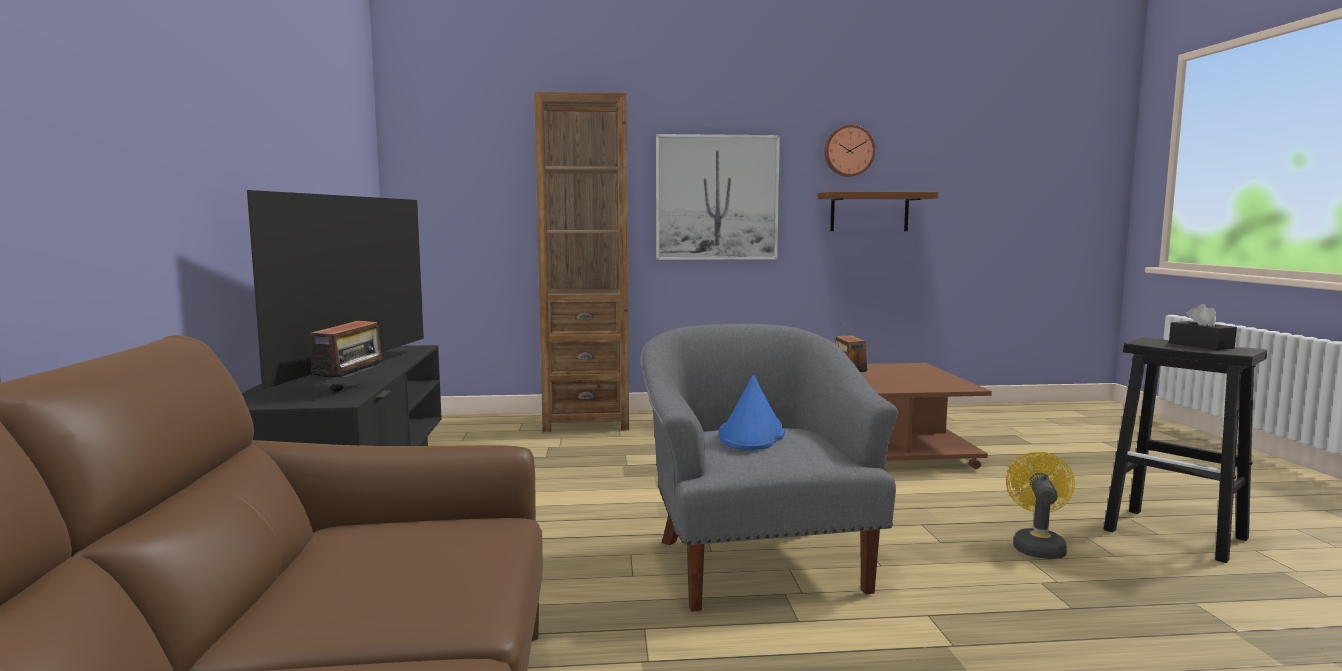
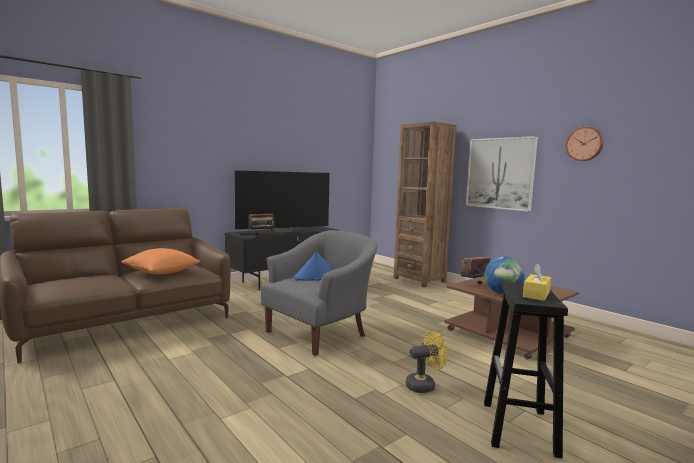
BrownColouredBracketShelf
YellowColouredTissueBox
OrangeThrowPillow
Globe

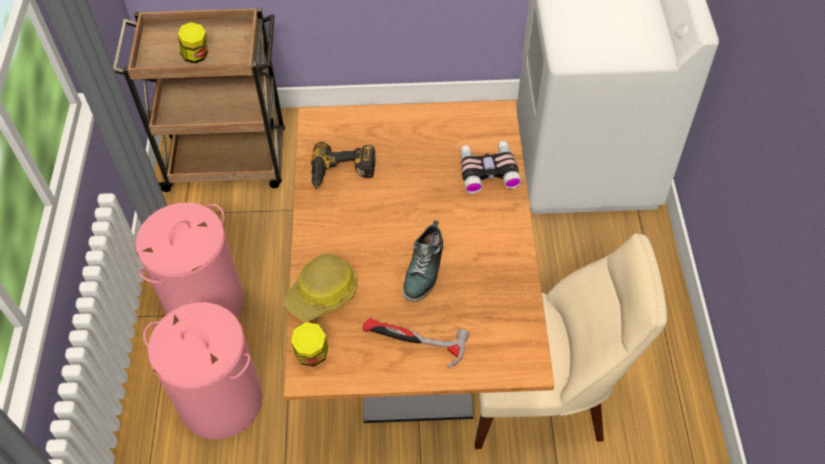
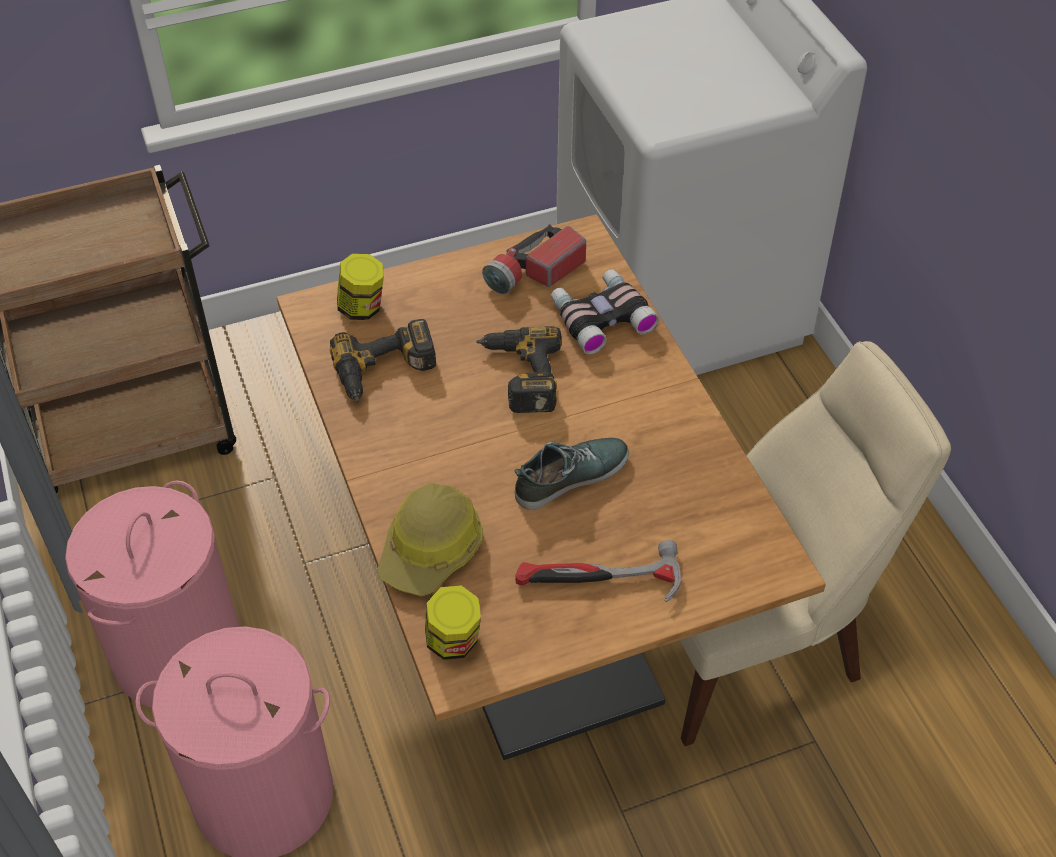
StorageJar (no. 1 from left)
LowShoe
PowerDrill (no. 2 from left)
Torch

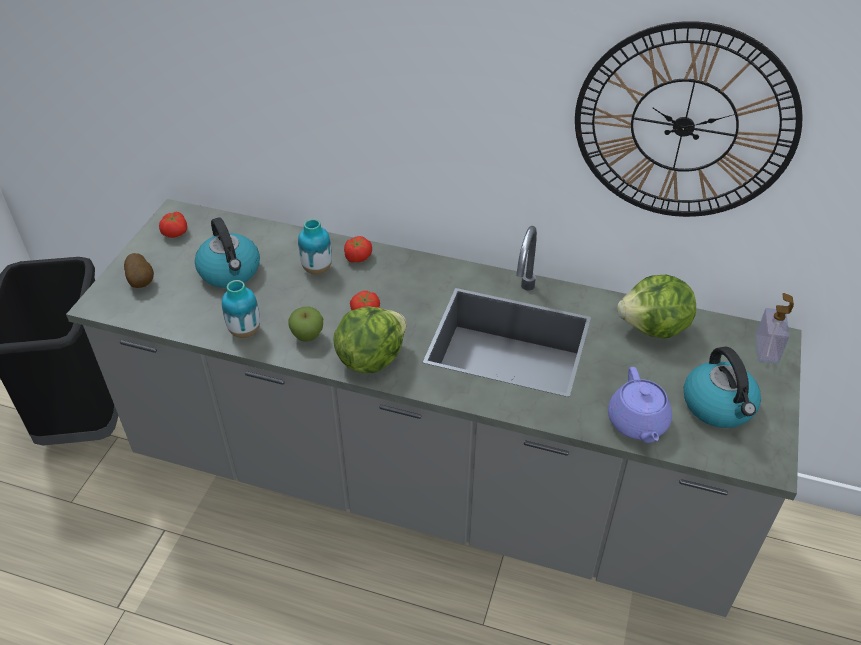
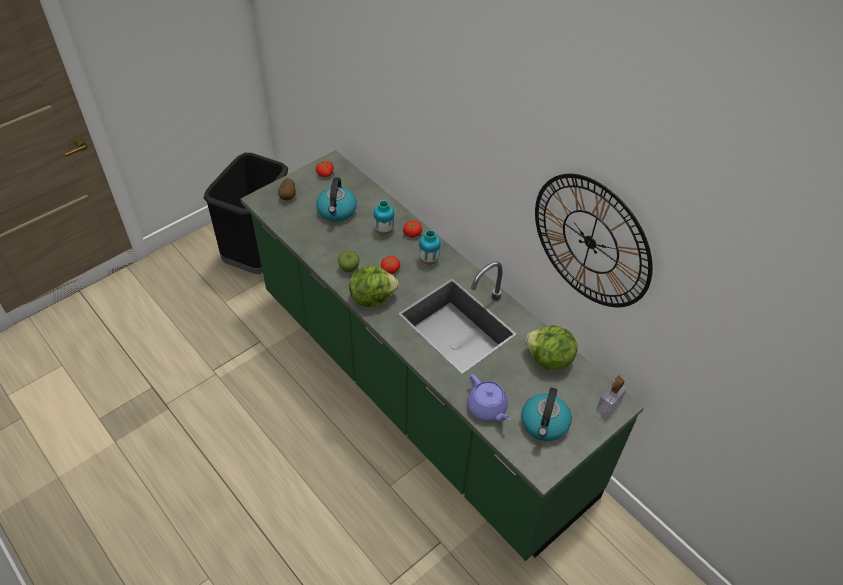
GreenColouredKitchenCounter
FlowerVase (no. 2 from left)
PurpleColouredTeapot

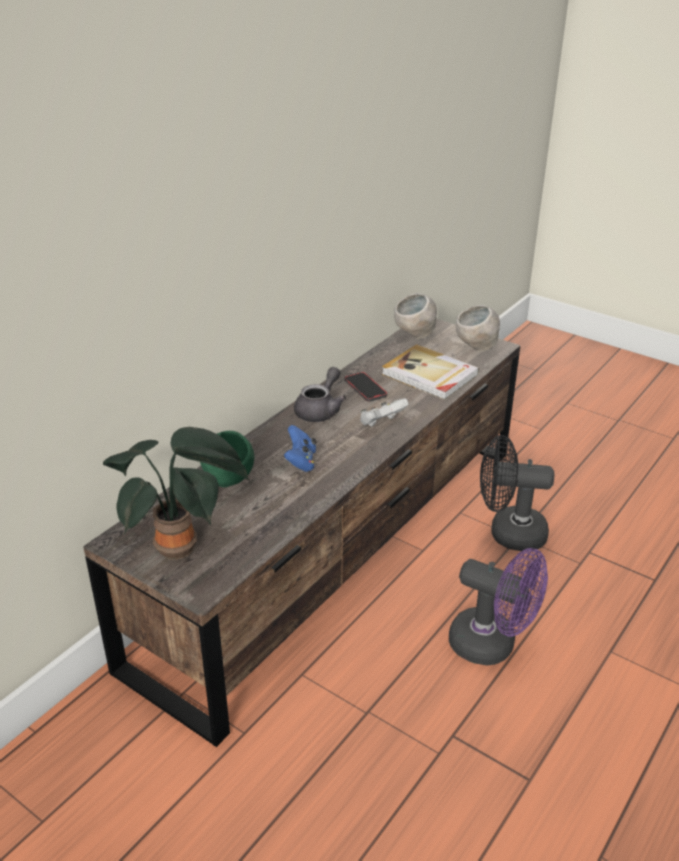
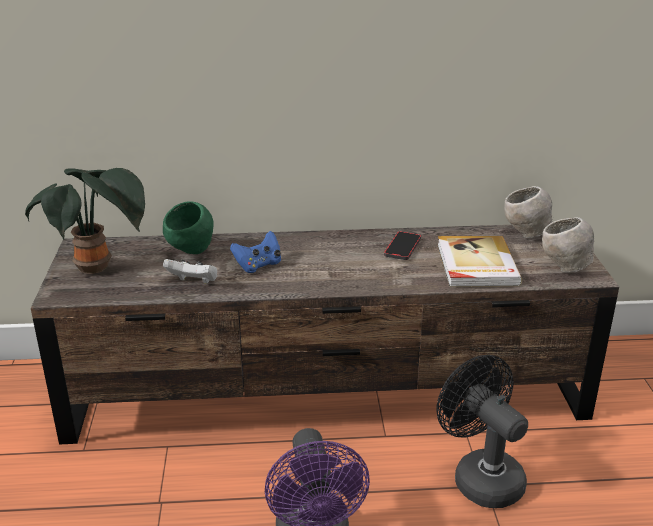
GrayTeapot
WhitishGamepad

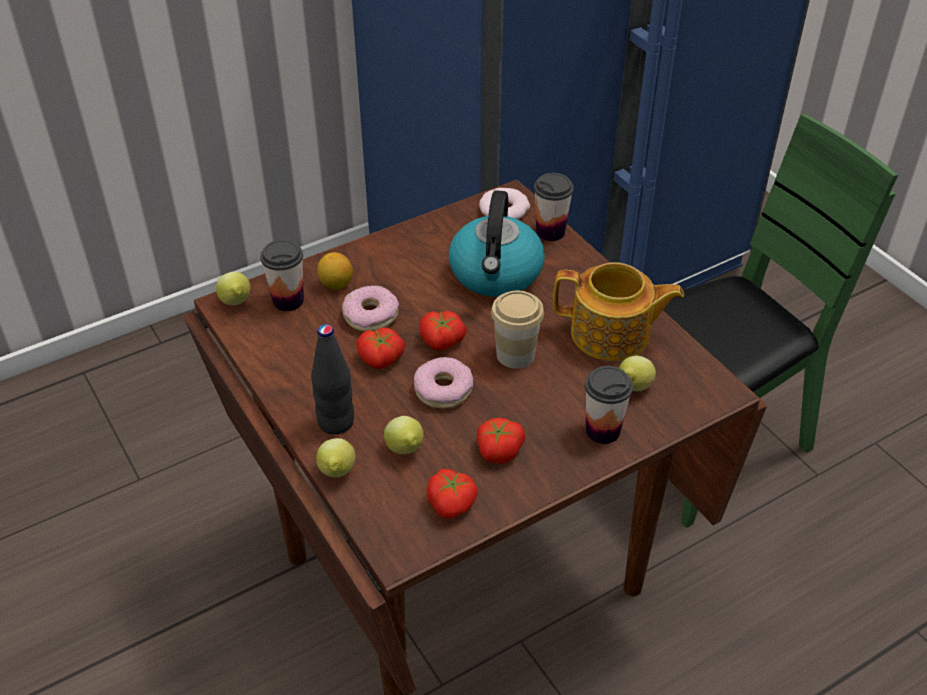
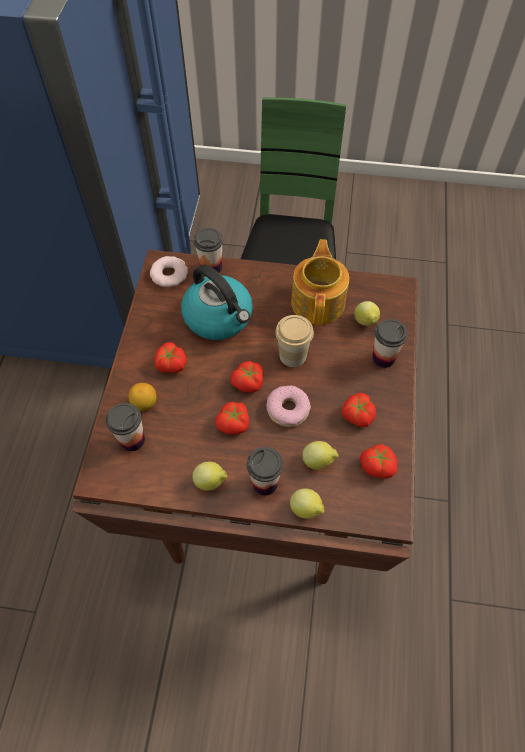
WholeLemon (no. 2 from left)
DrinkingCup (no. 3 from left)
Donut (no. 1 from left in the first image)
Teapot
WholeTomato (no. 1 from left)

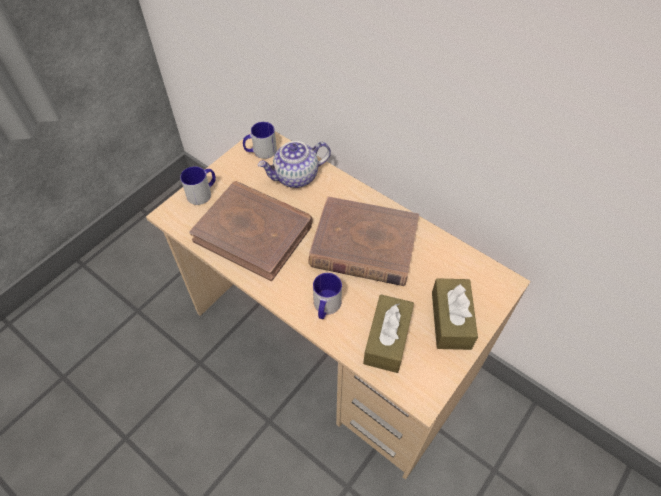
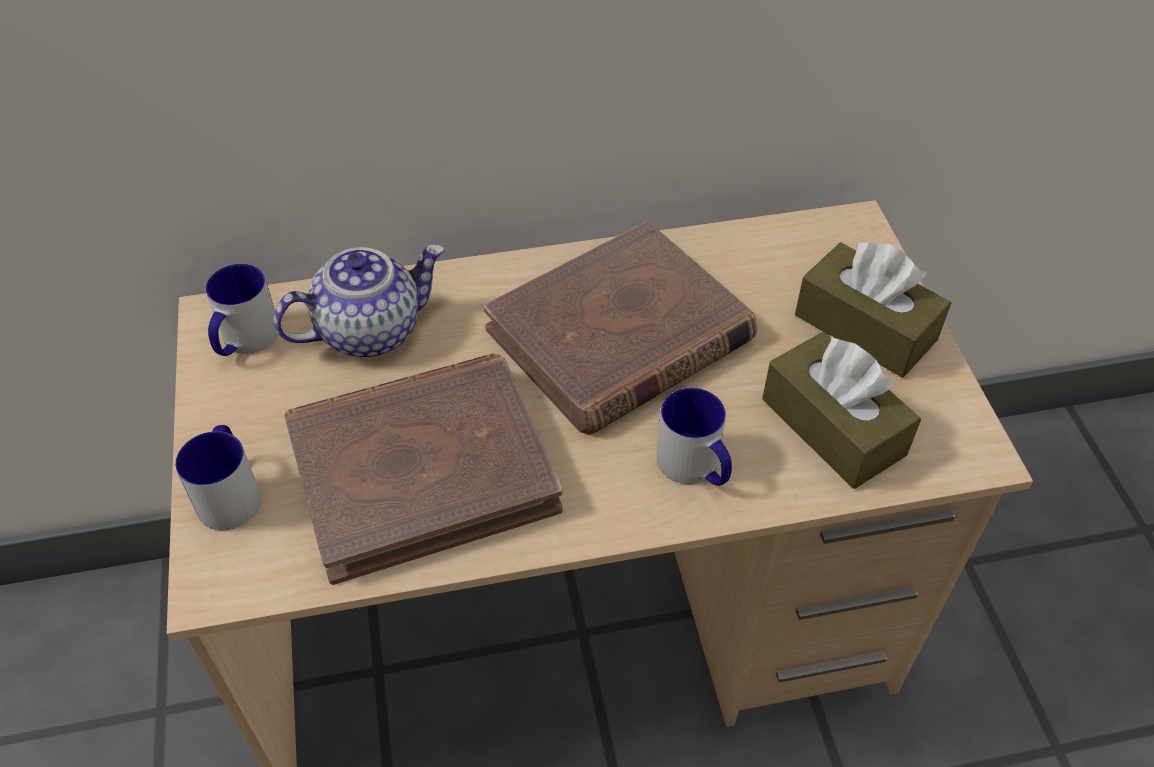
Teapot

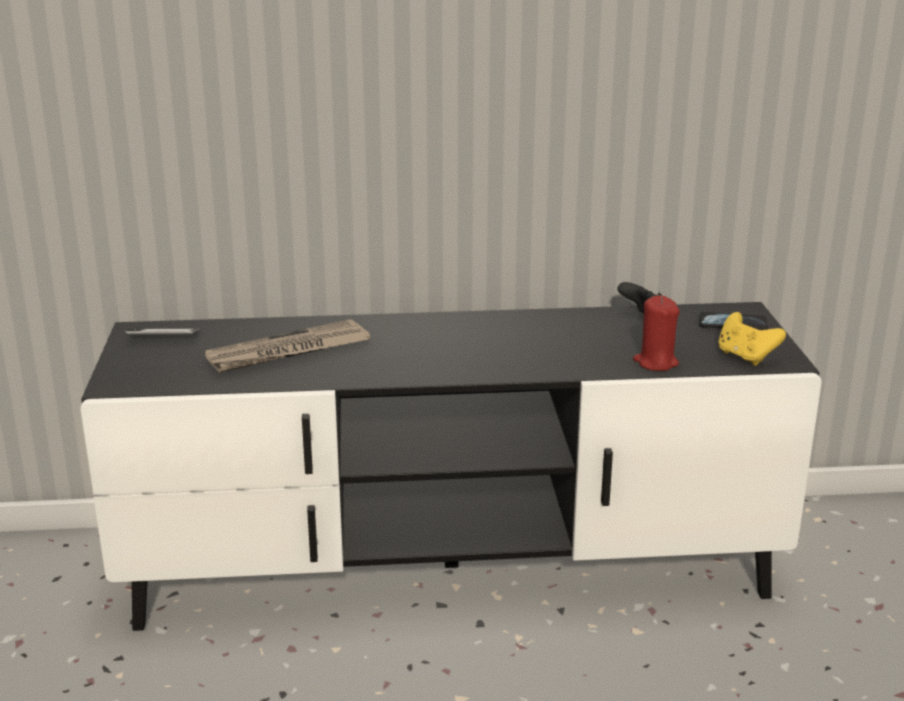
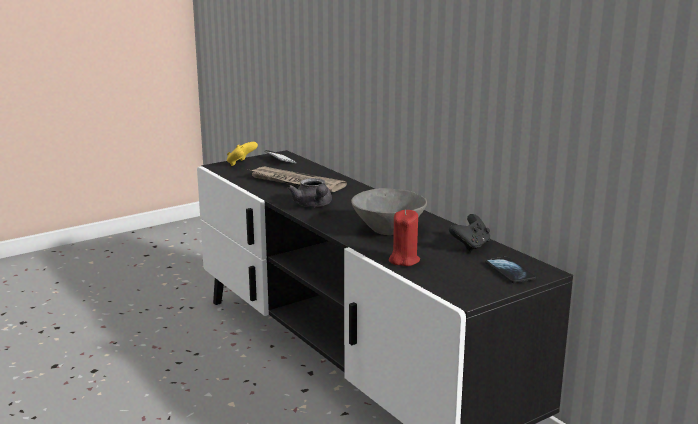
YellowColouredGamepad
GrayTeapot
GrayBowl

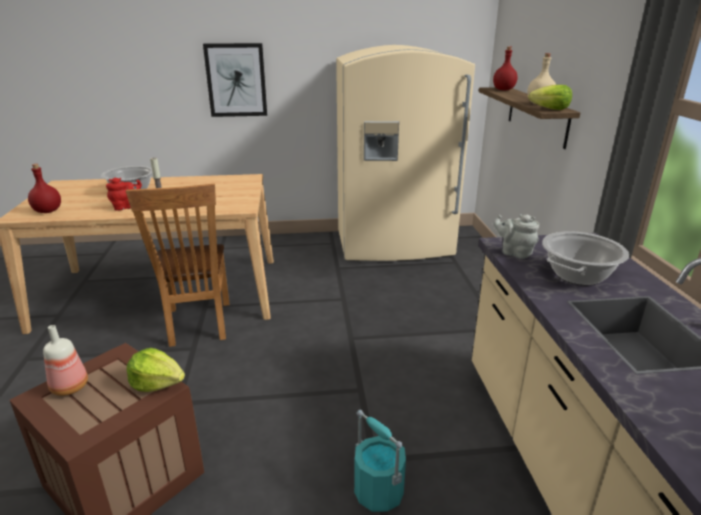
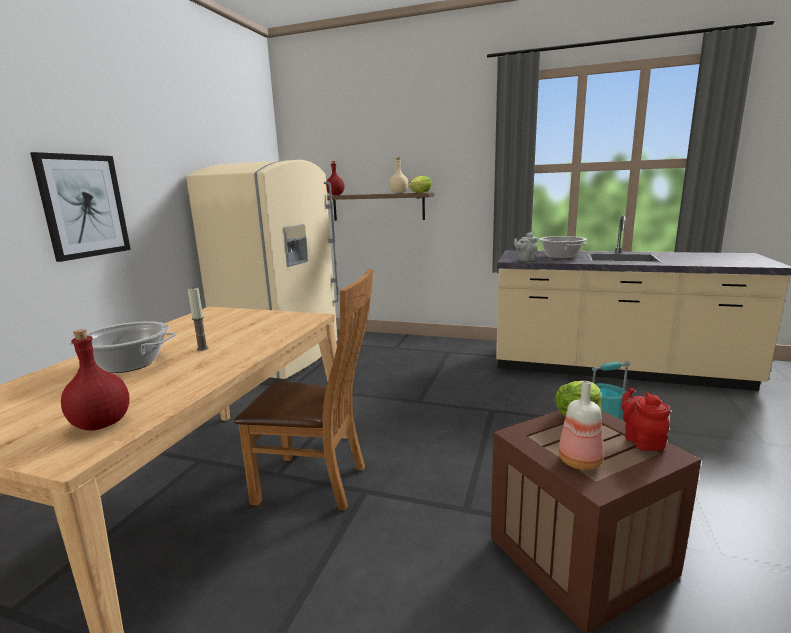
ReddishTeapot

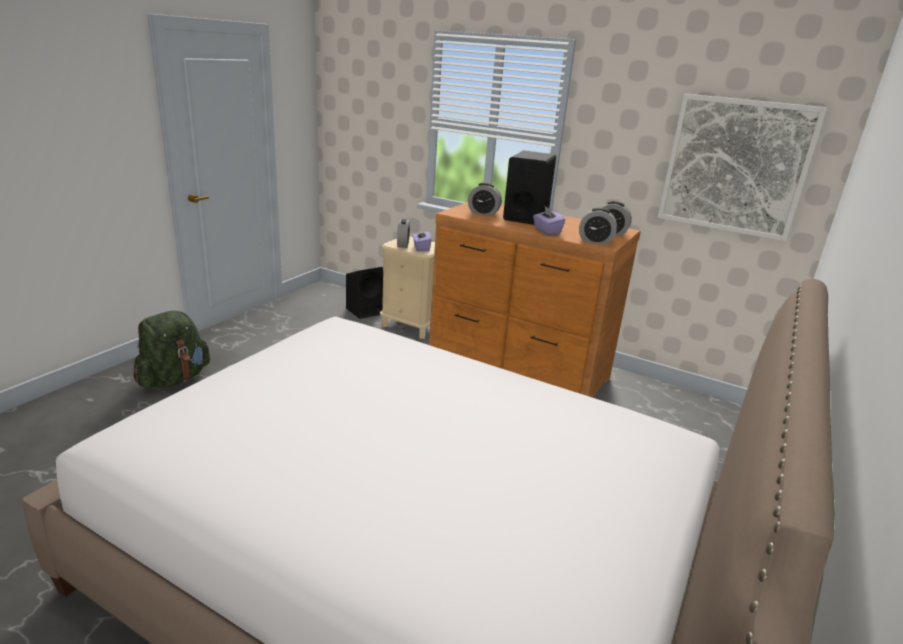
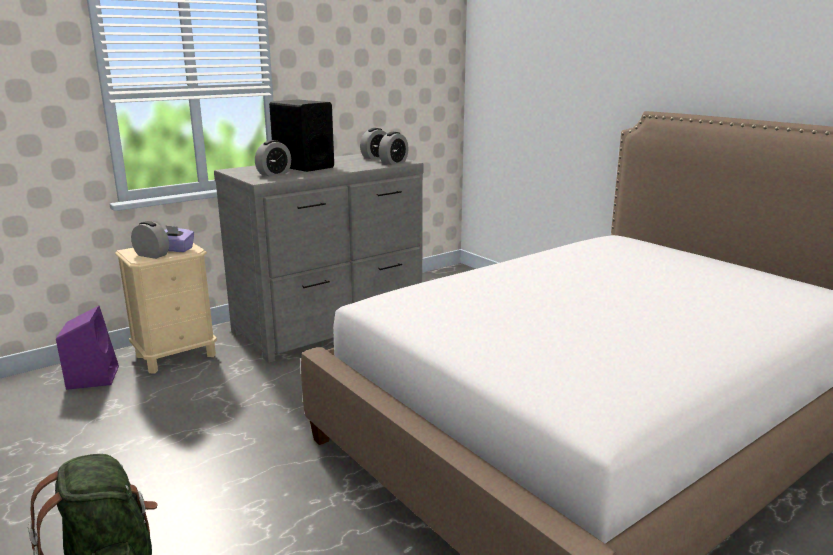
PurpleColouredLoudspeaker
GrayChestOfDrawers
PurpleColouredTissueBox (no. 2 from left in the first image)
WallPicture

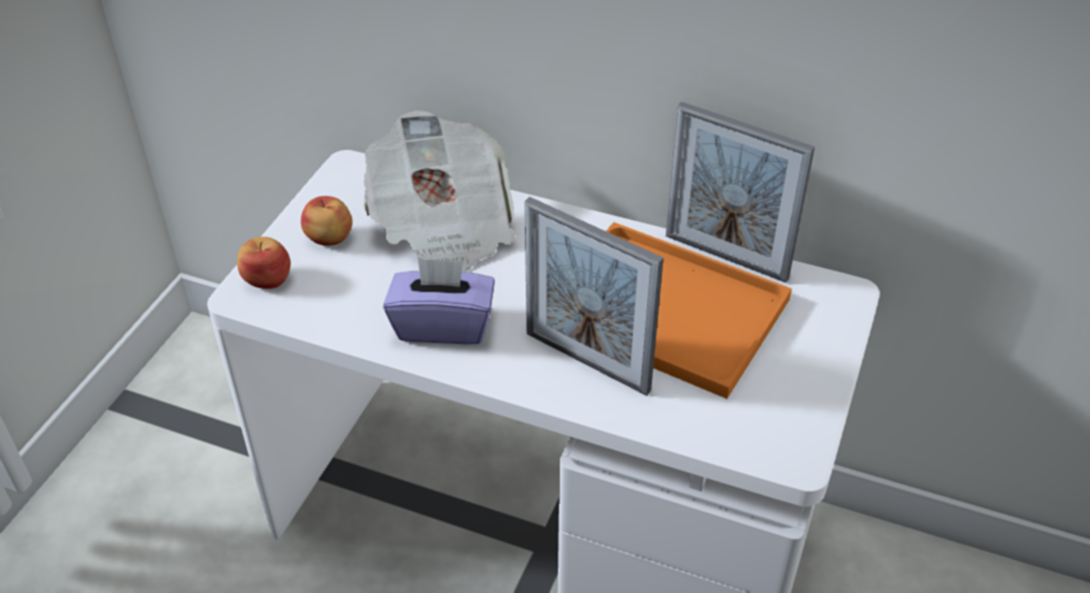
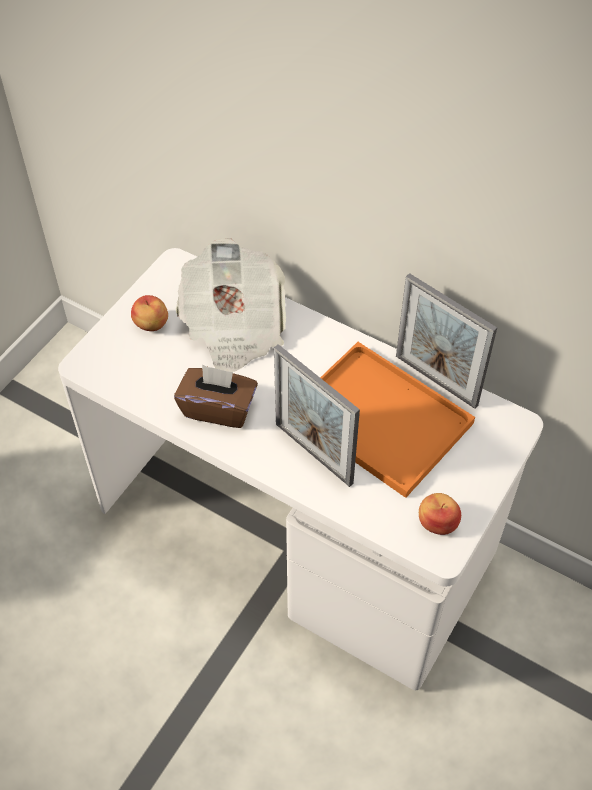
WholeApple (no. 2 from left)
BrownColouredTissueBox

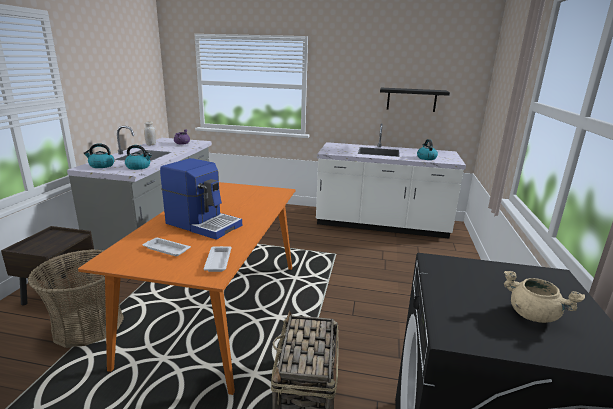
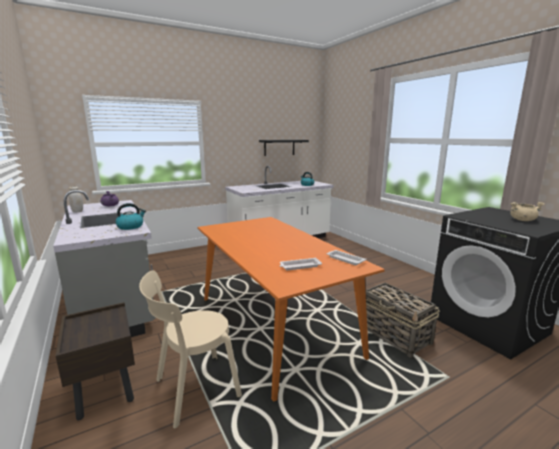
BeigeColouredChair
TeaKettle (no. 1 from left in the first image)
CoffeeMaker

